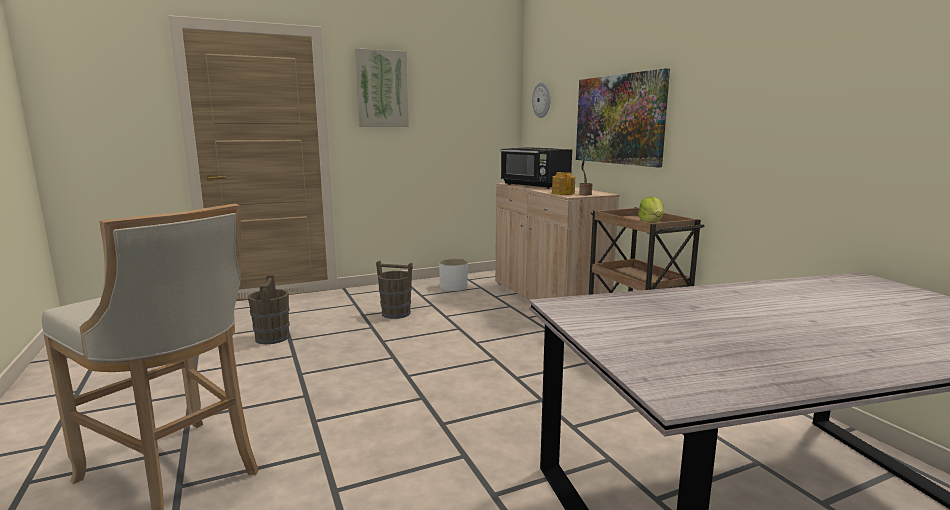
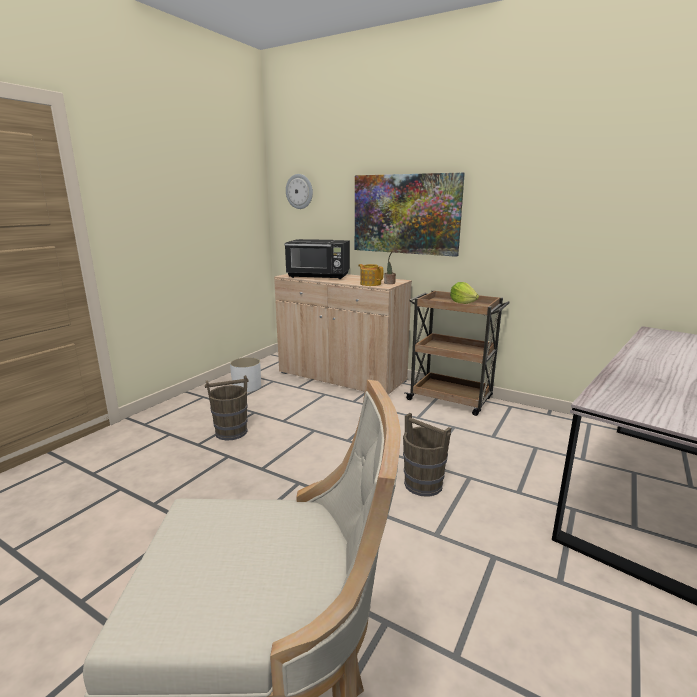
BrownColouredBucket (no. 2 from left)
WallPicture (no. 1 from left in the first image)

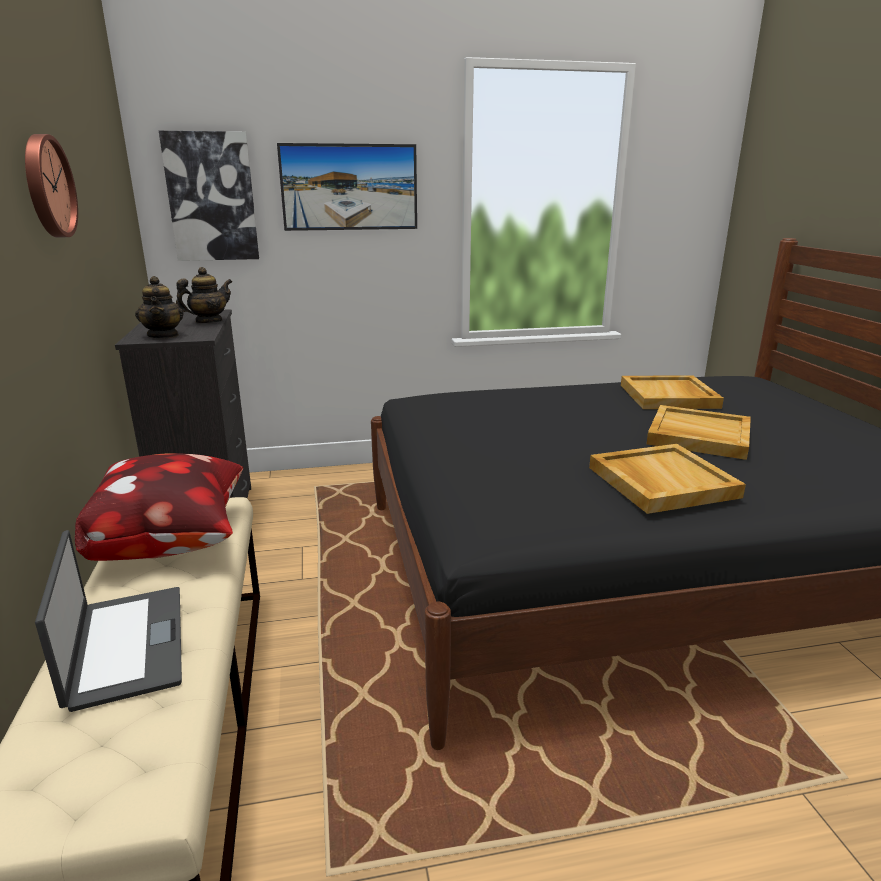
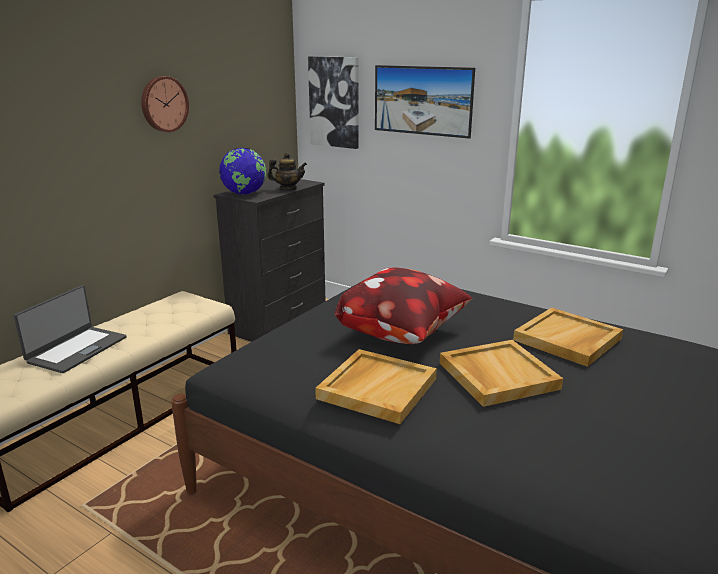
ThrowPillow
Globe

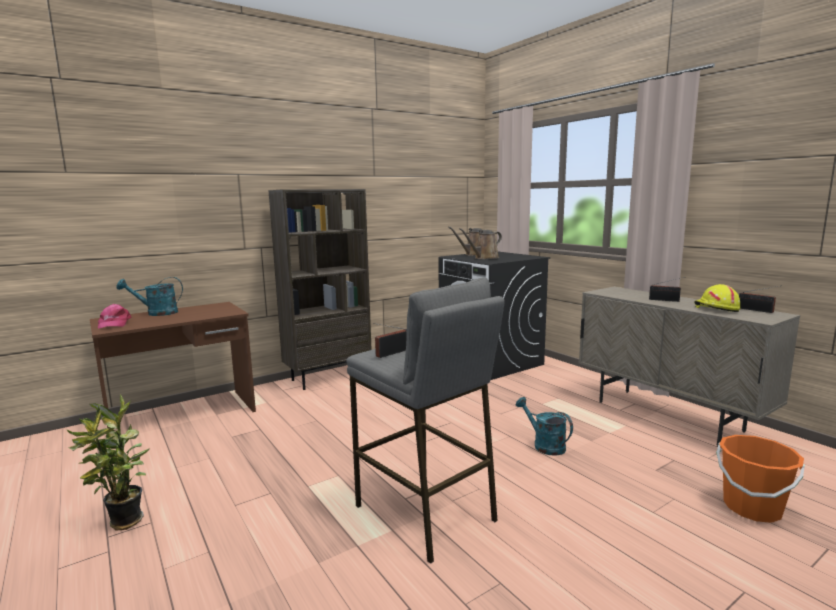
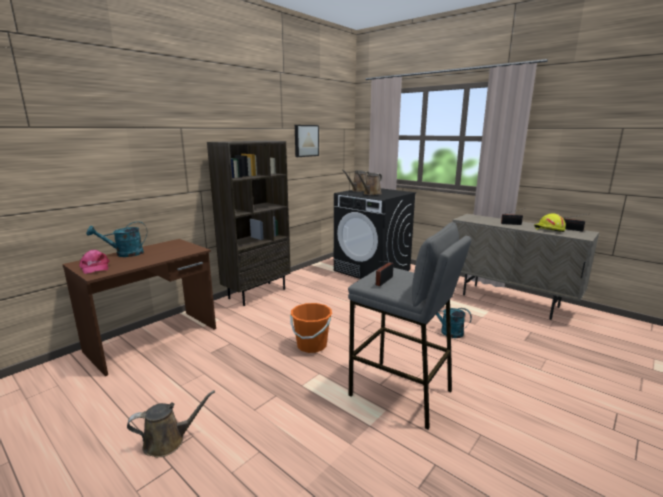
BrownColouredWateringPot (no. 1 from left)
OrangeBucket
WallPicture

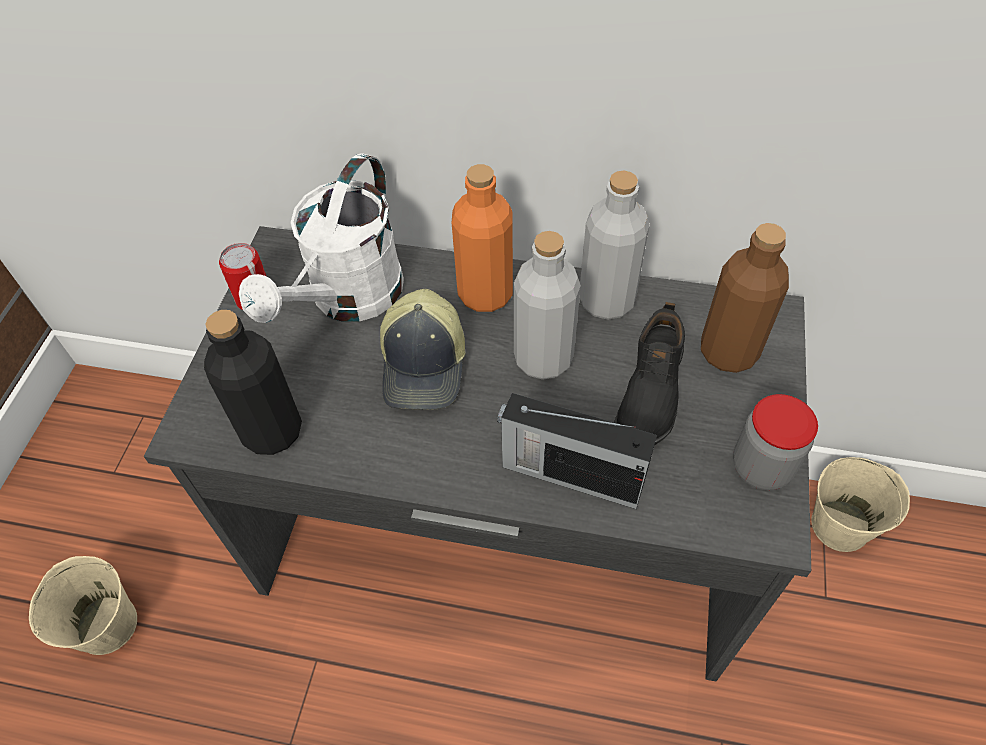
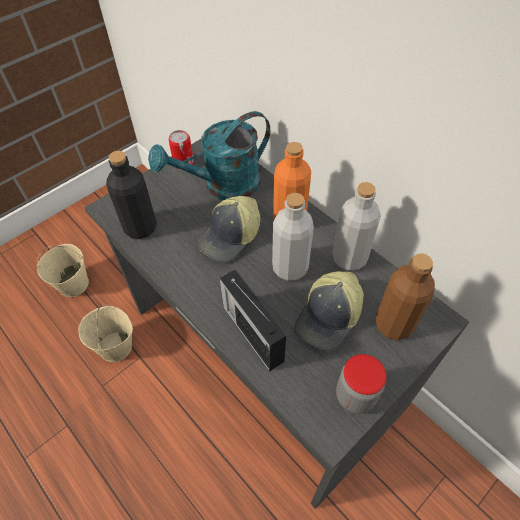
BlueGreenWateringPot
Cap (no. 2 from left)
BeigeColouredBucket (no. 2 from left)

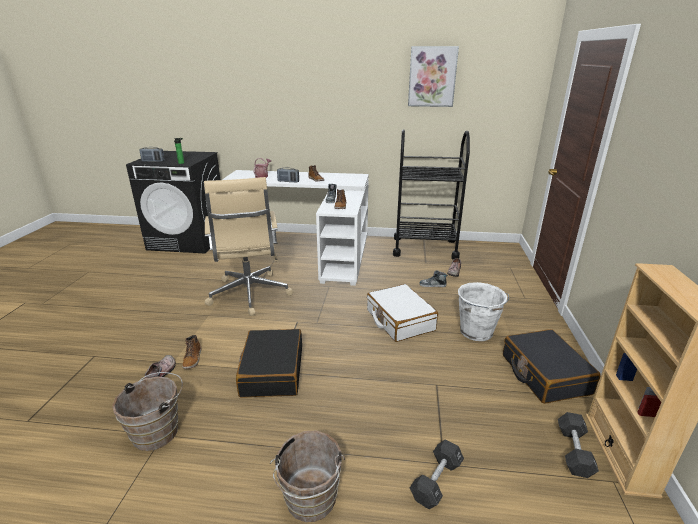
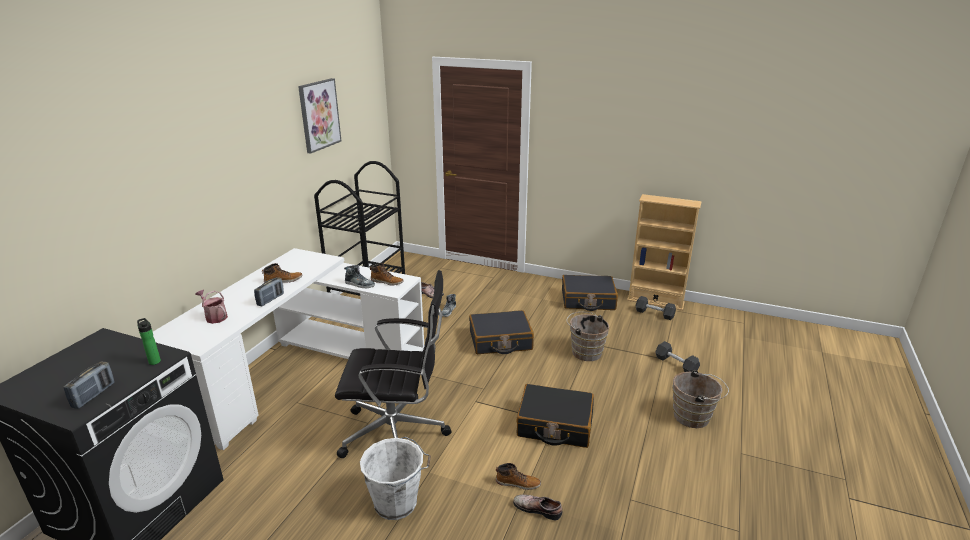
BrownColouredBucket (no. 1 from left)
BlackOfficeChair
BlackSuitcase (no. 1 from left)
WhitishBucket

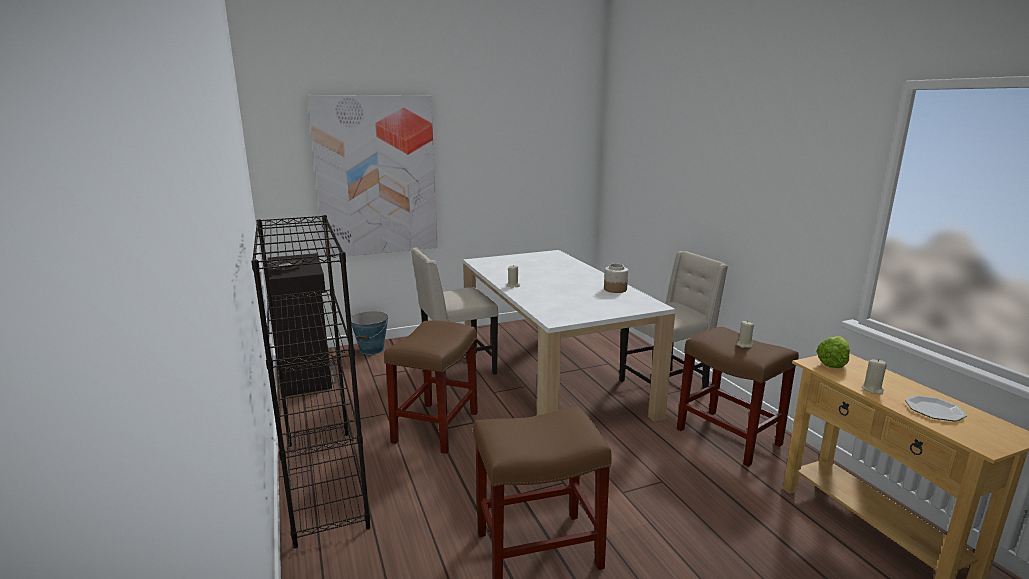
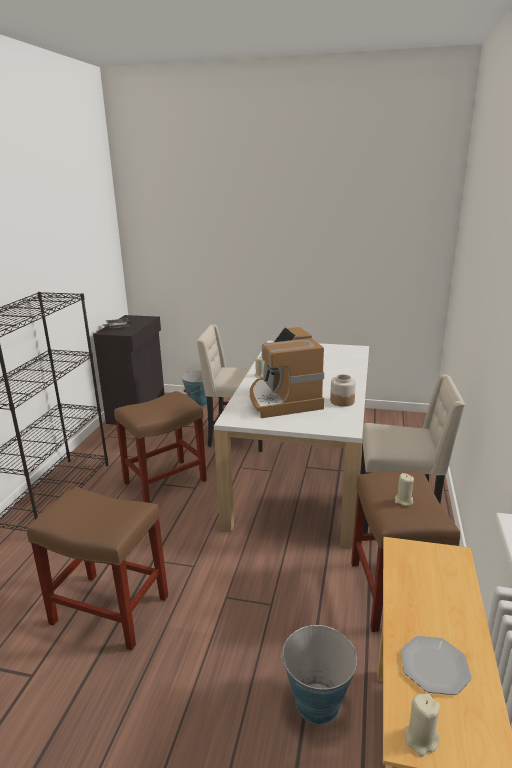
WallPicture
Lettuce
BeigeColouredCandle (no. 3 from left)
CoffeeMaker
Bucket (no. 2 from left)

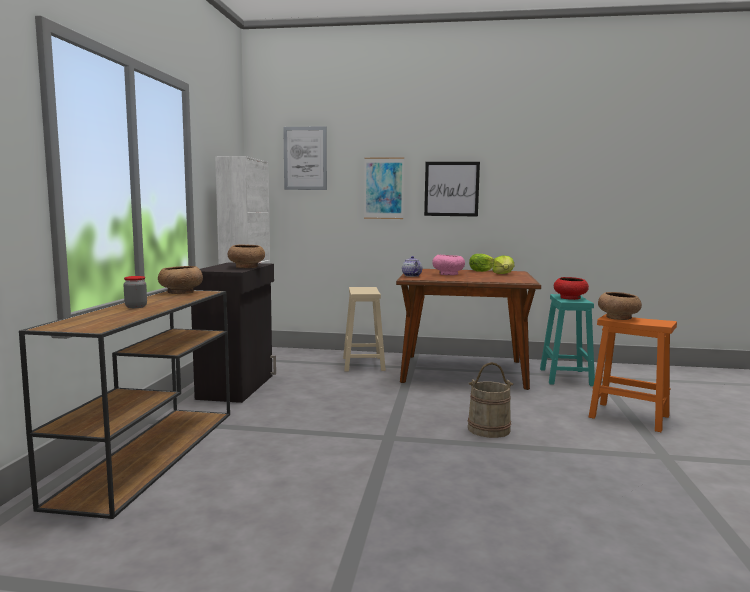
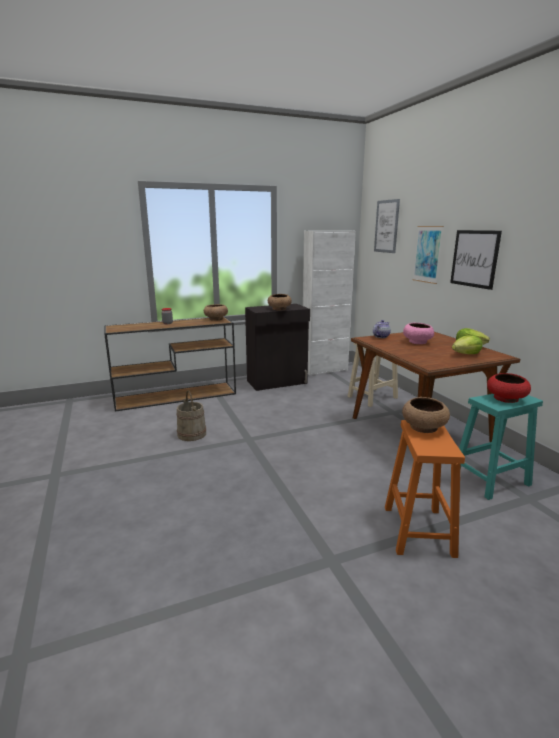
BeigeColouredBucket

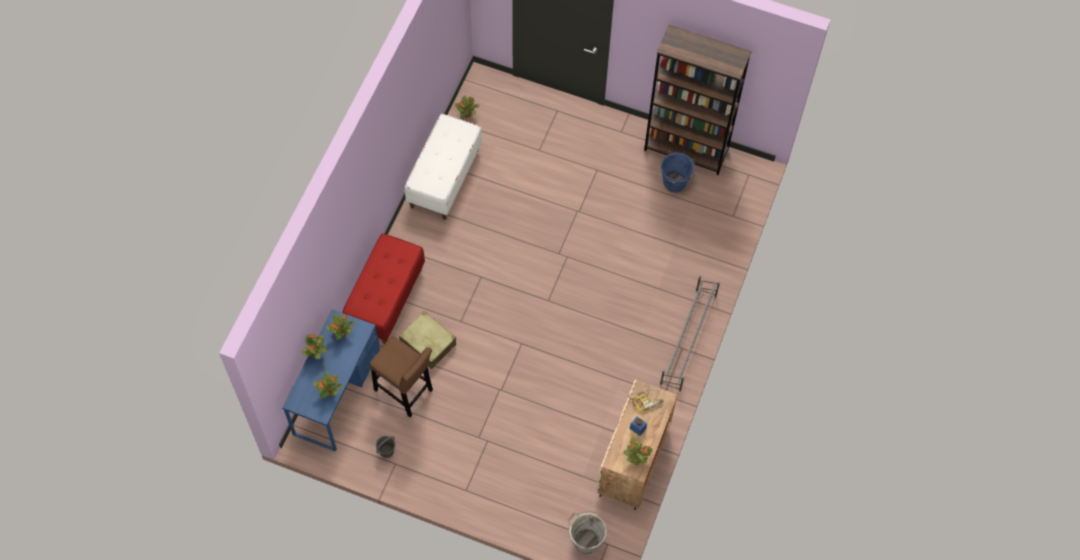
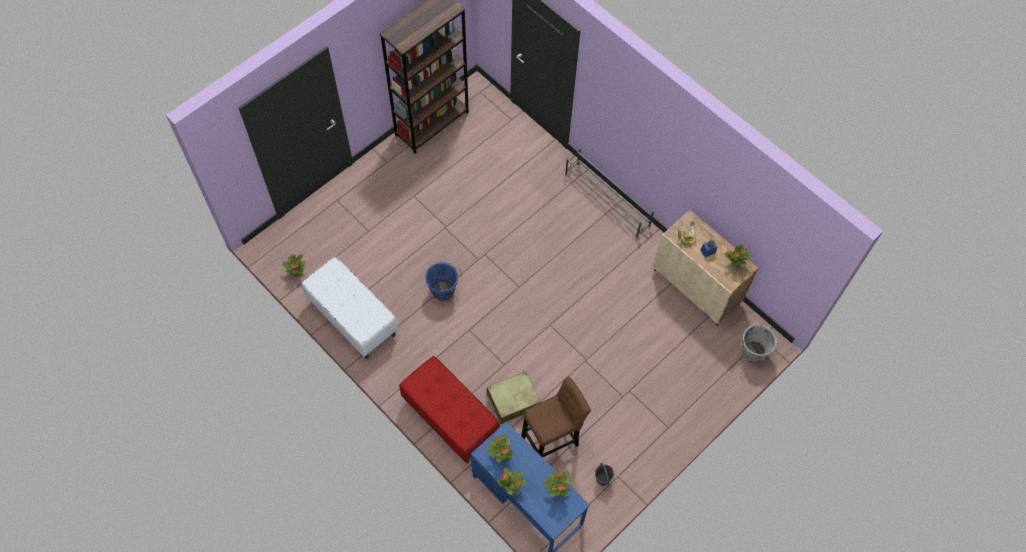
BlueBucket

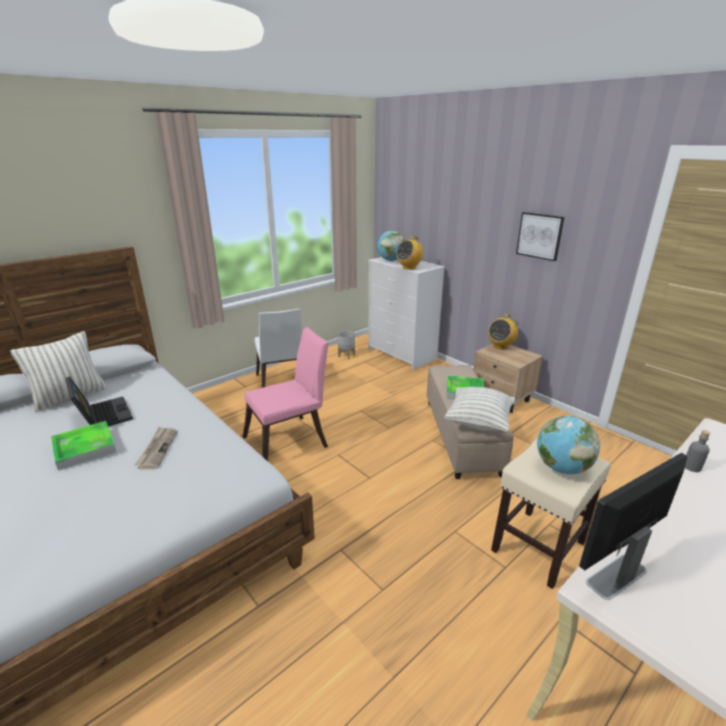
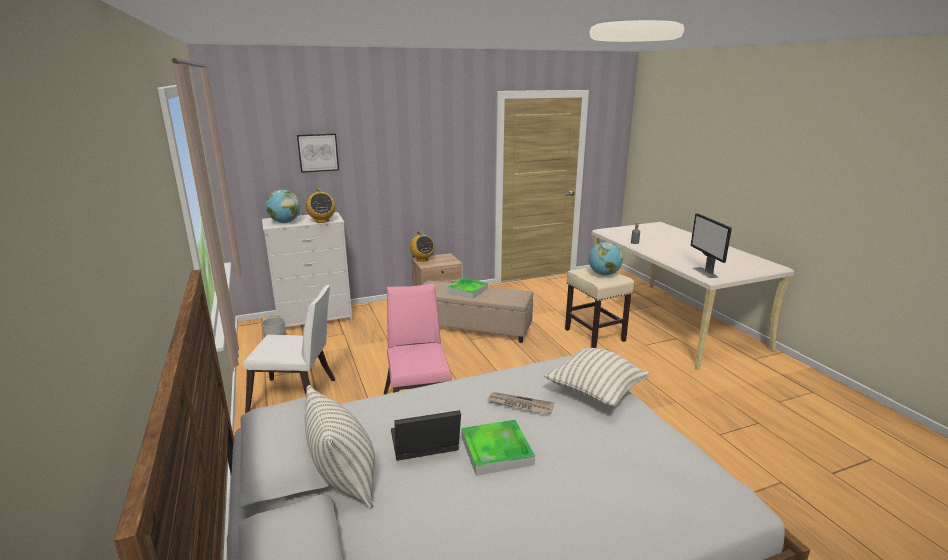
ThrowPillow (no. 2 from left)
WallPicture

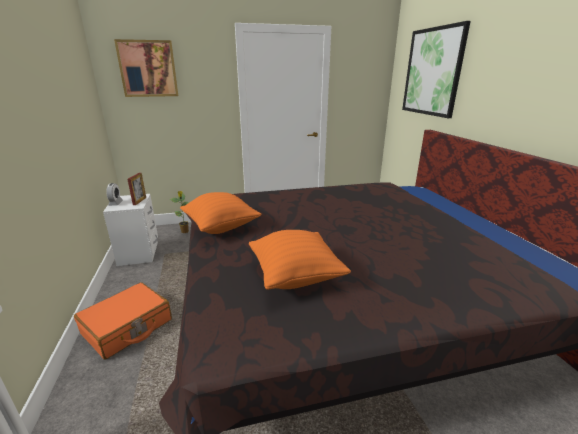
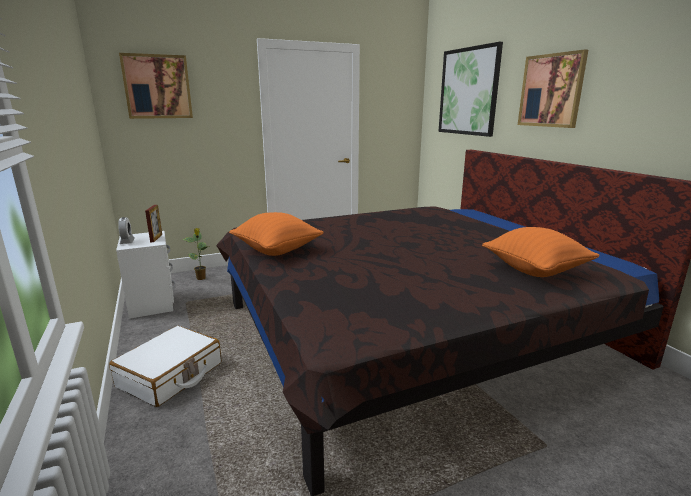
WhitishSuitcase
OrangeThrowPillow (no. 2 from left)
WallPicture (no. 3 from left)

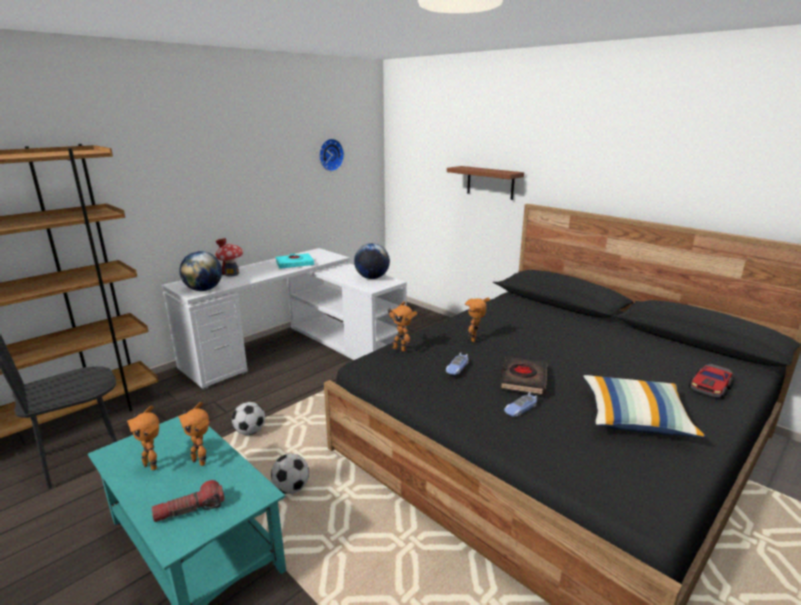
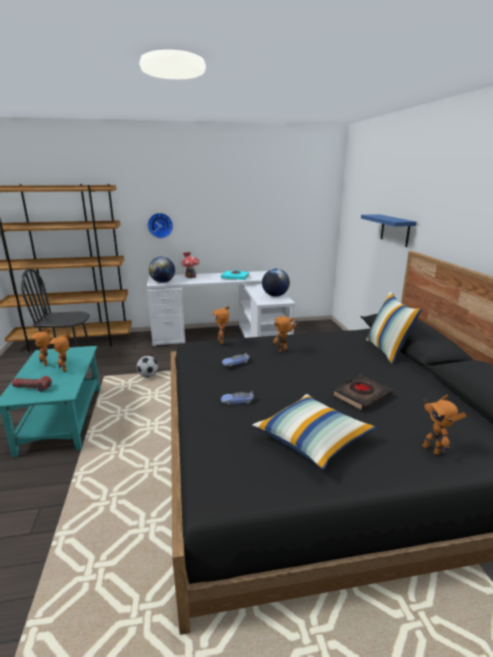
Football (no. 2 from left in the first image)
WallClock
BlueBracketShelf
BlackBoundBook
RobotFigure (no. 5 from left)
ThrowPillow (no. 2 from left)

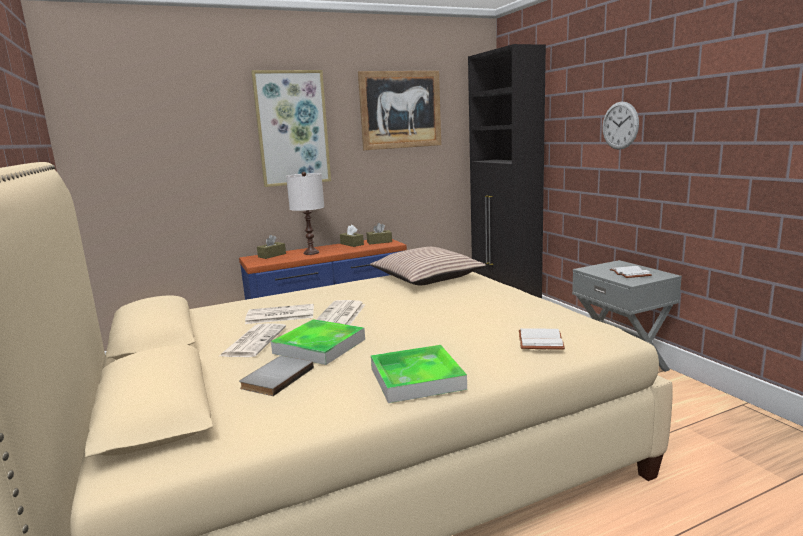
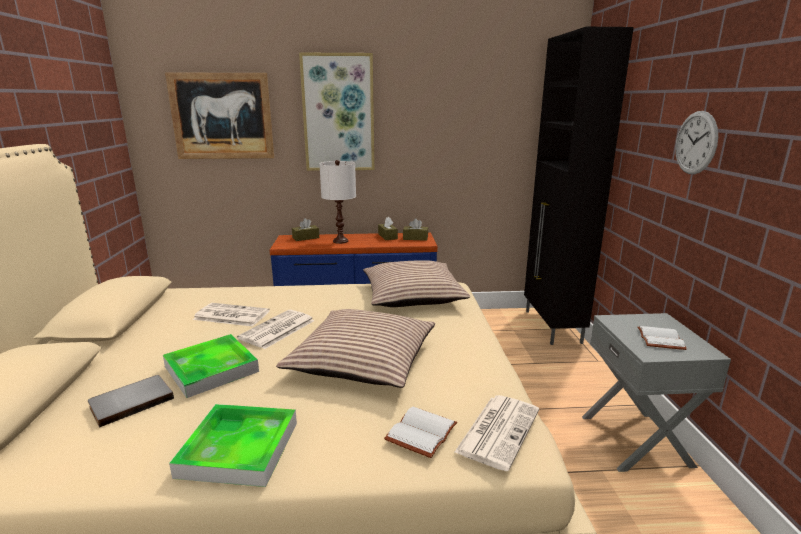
PrintedPaper (no. 3 from left)
WallPicture (no. 1 from left)
ThrowPillow (no. 1 from left)

